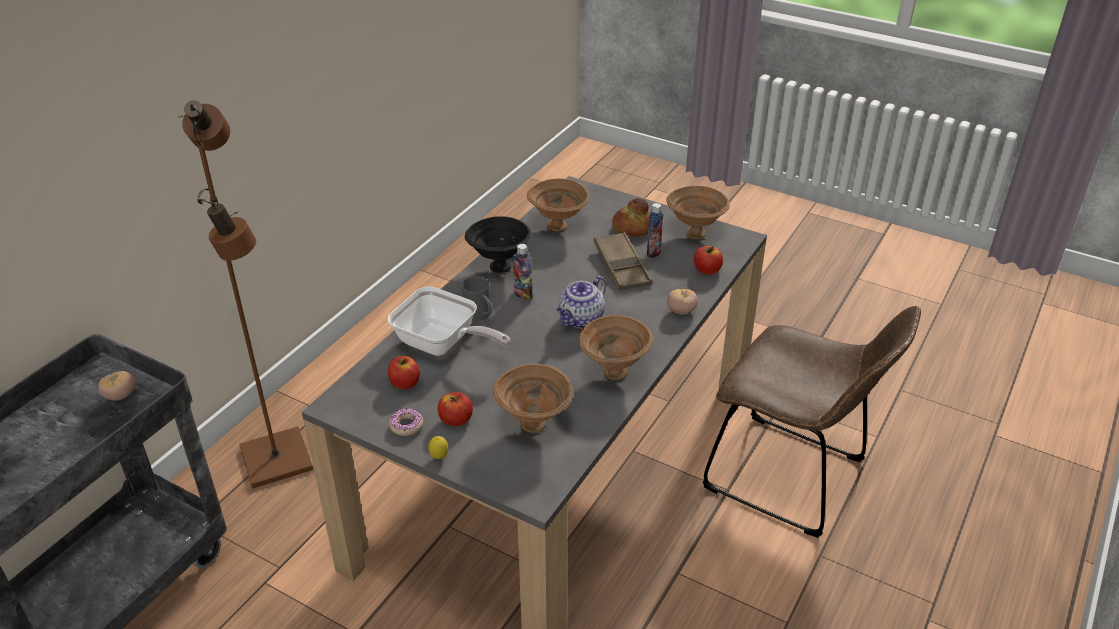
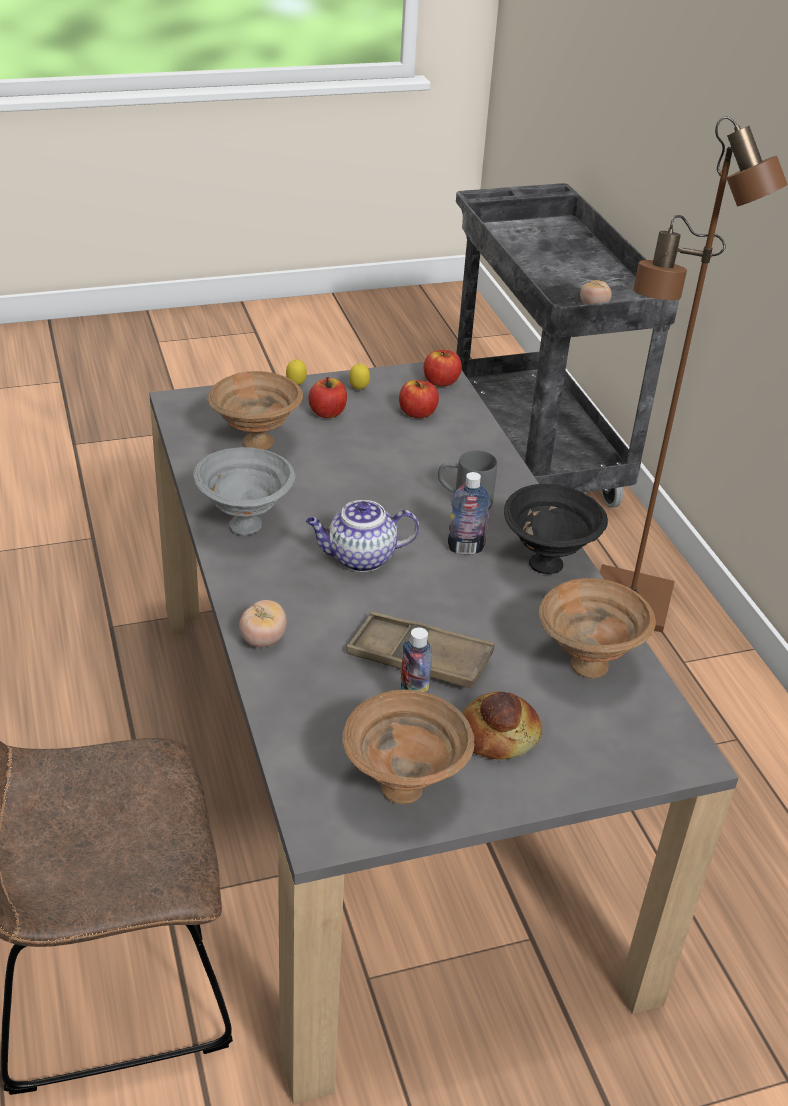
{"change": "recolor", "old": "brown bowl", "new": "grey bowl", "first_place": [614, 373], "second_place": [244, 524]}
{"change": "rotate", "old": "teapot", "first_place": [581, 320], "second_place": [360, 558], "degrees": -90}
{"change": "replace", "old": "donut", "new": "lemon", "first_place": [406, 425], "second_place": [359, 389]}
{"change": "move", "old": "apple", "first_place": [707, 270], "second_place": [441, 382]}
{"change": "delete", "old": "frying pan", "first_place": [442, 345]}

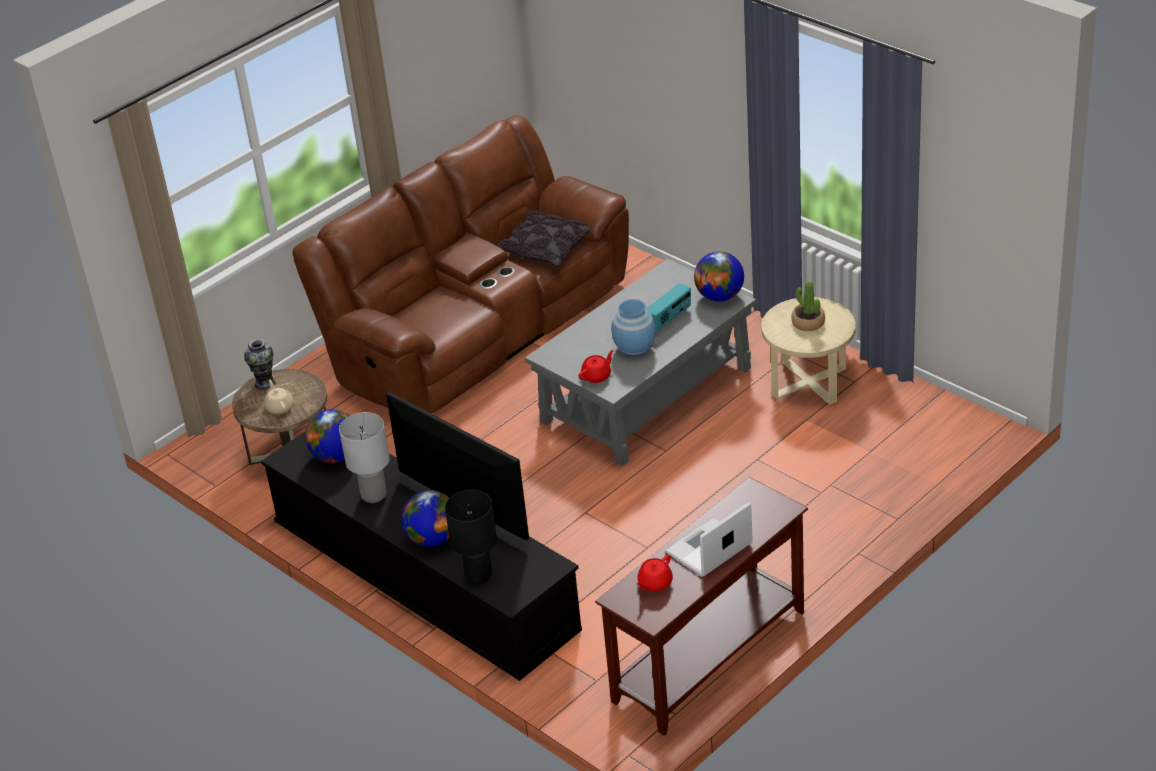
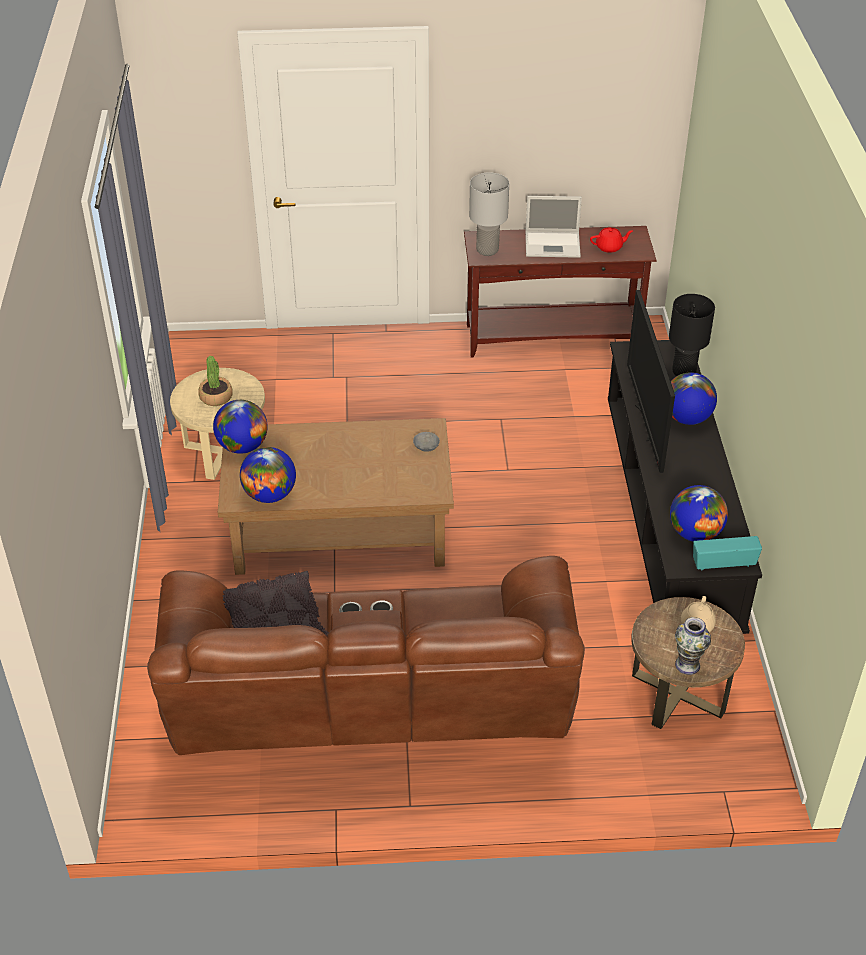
{"change": "recolor", "old": "grey coffee table", "new": "brown coffee table", "first_place": [646, 393], "second_place": [338, 528]}
{"change": "insert", "new": "globe", "second_place": [270, 495]}
{"change": "replace", "old": "red teapot", "new": "grey bowl", "first_place": [597, 376], "second_place": [425, 447]}
{"change": "move", "old": "grey table lamp", "first_place": [374, 497], "second_place": [487, 252]}
{"change": "move", "old": "radio", "first_place": [669, 319], "second_place": [723, 563]}
{"change": "delete", "old": "blue vase", "first_place": [635, 348]}

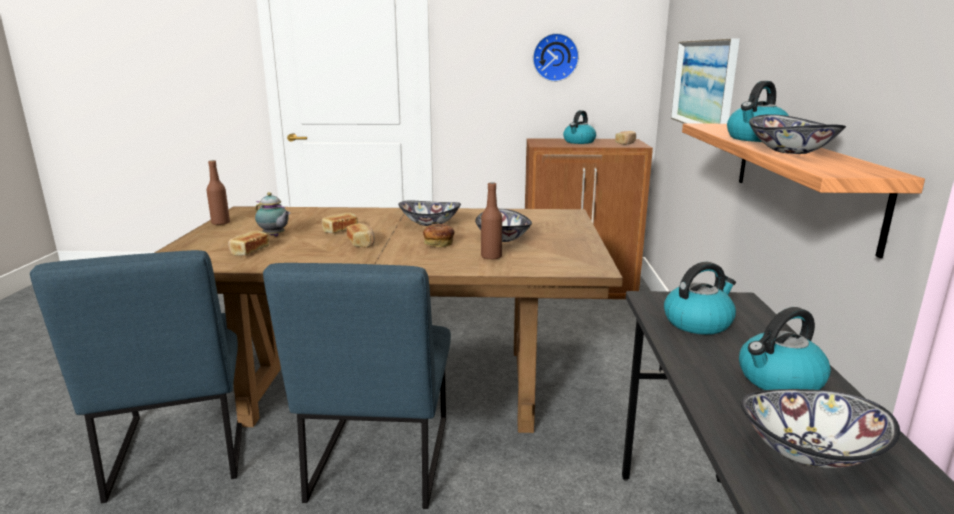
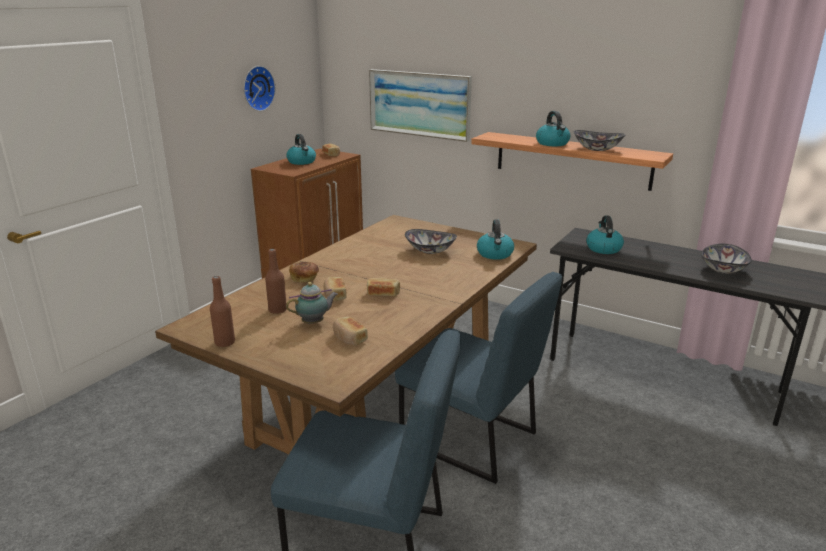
{"change": "move", "old": "brown bottle", "first_place": [491, 257], "second_place": [277, 310]}
{"change": "move", "old": "bread", "first_place": [438, 244], "second_place": [305, 279]}
{"change": "move", "old": "kettle", "first_place": [779, 380], "second_place": [495, 254]}
{"change": "delete", "old": "bowl", "first_place": [430, 223]}

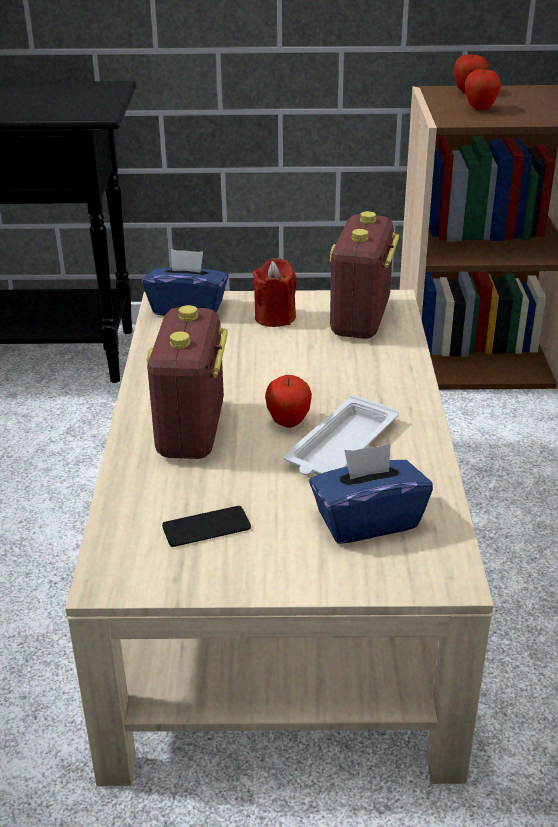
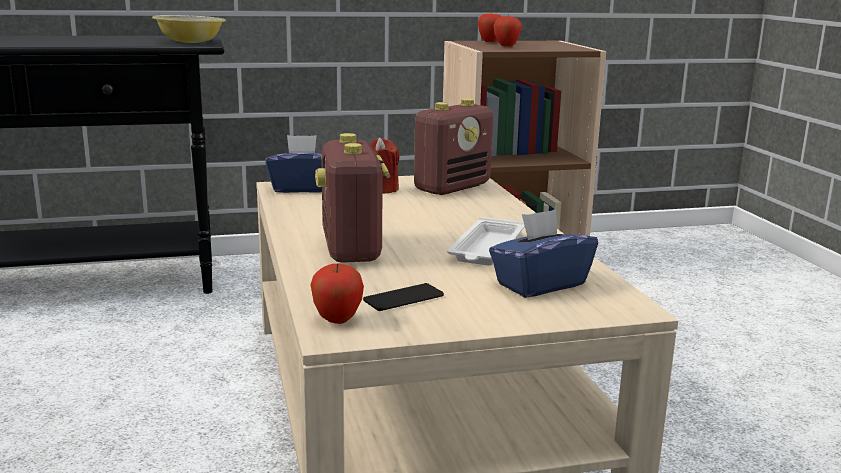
{"change": "insert", "new": "bowl", "second_place": [190, 42]}
{"change": "move", "old": "apple", "first_place": [288, 423], "second_place": [337, 320]}
{"change": "rotate", "old": "radio", "first_place": [360, 320], "second_place": [452, 187], "degrees": -135}

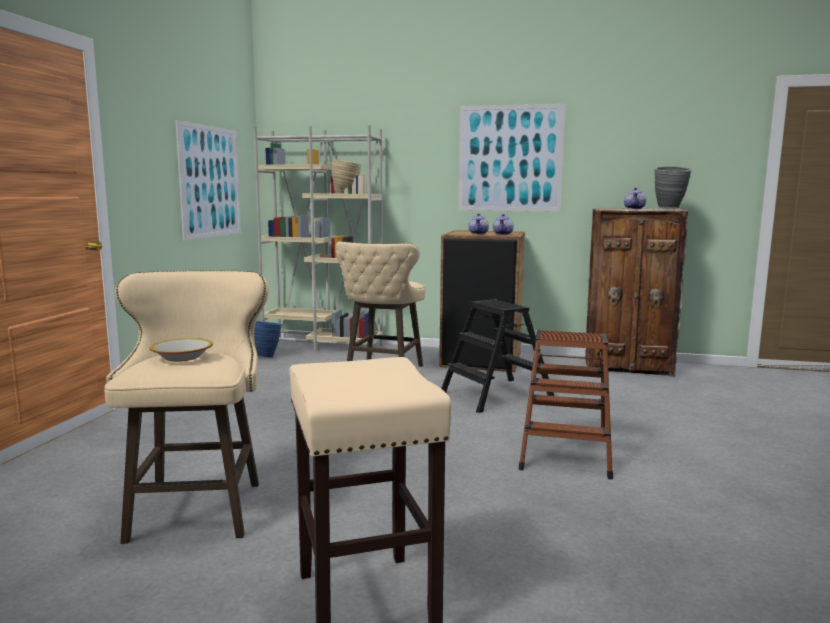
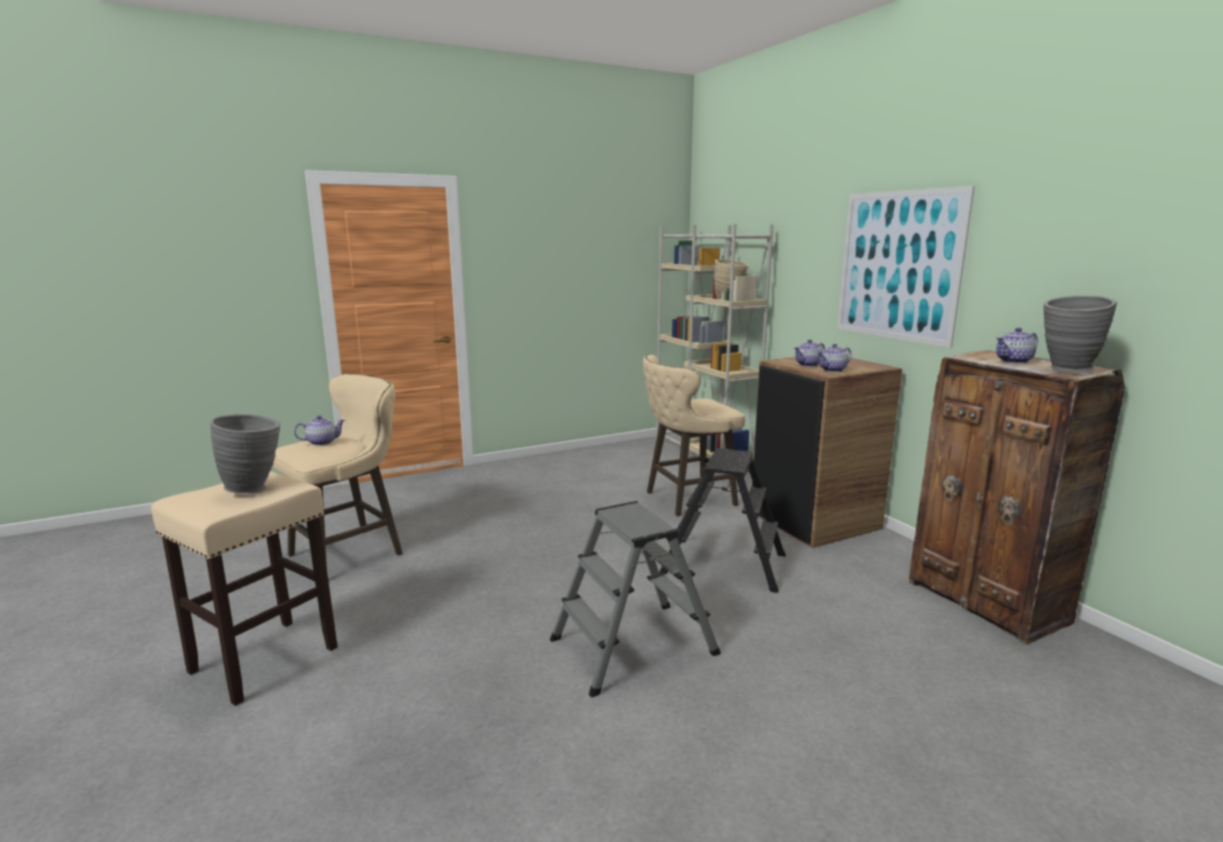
{"change": "insert", "new": "grey vase", "second_place": [256, 489]}
{"change": "replace", "old": "bowl", "new": "teapot", "first_place": [182, 357], "second_place": [322, 442]}
{"change": "recolor", "old": "brown step ladder", "new": "grey step ladder", "first_place": [565, 449], "second_place": [634, 646]}
{"change": "delete", "old": "picture", "first_place": [210, 182]}
{"change": "delete", "old": "blue vase", "first_place": [267, 356]}

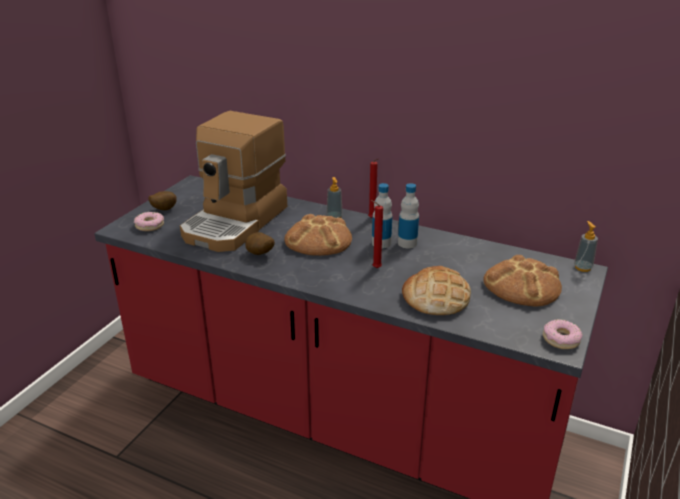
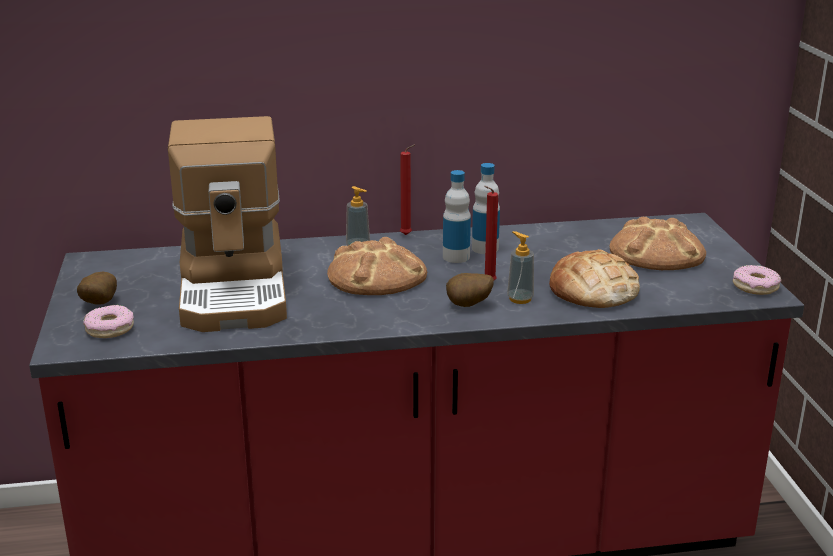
{"change": "move", "old": "potato", "first_place": [259, 254], "second_place": [469, 306]}
{"change": "move", "old": "soap dispenser", "first_place": [582, 267], "second_place": [520, 299]}

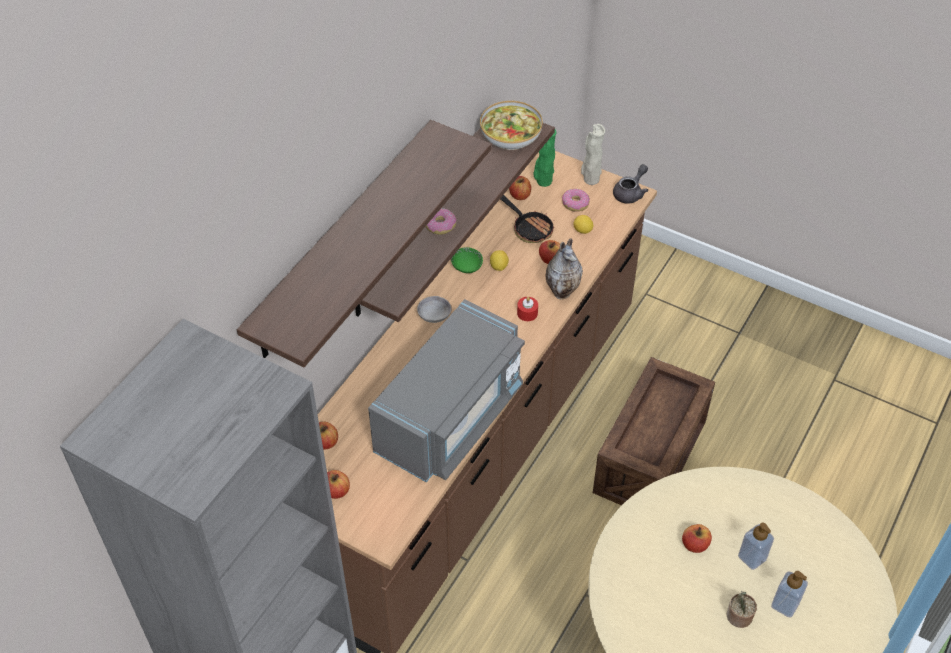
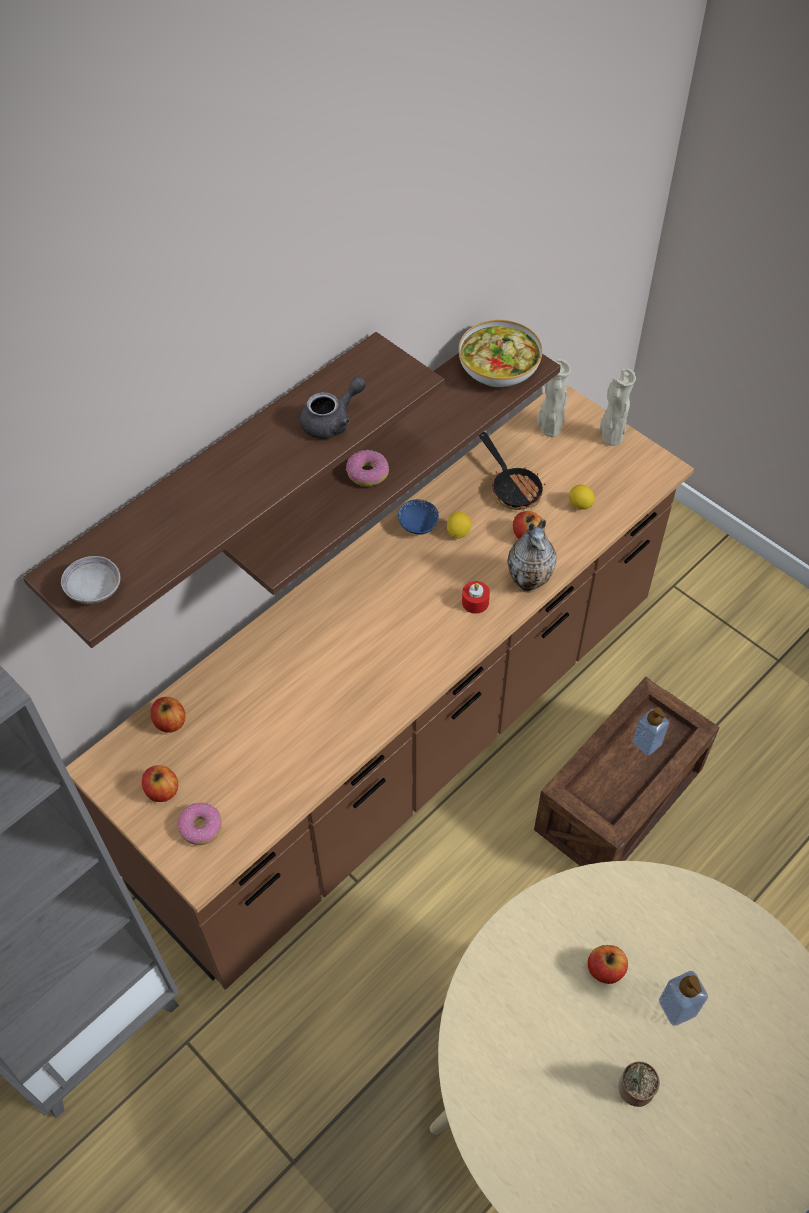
{"change": "move", "old": "grey bowl", "first_place": [434, 316], "second_place": [95, 590]}
{"change": "move", "old": "donut", "first_place": [575, 204], "second_place": [200, 827]}
{"change": "move", "old": "grey teapot", "first_place": [630, 193], "second_place": [332, 421]}
{"change": "recolor", "old": "green bowl", "new": "blue bowl", "first_place": [467, 267], "second_place": [418, 525]}
{"change": "recolor", "old": "green vase", "new": "beige vase", "first_place": [543, 182], "second_place": [549, 430]}
{"change": "move", "old": "soap dispenser", "first_place": [785, 605], "second_place": [647, 743]}
{"change": "delete", "old": "grey microwave", "first_place": [450, 417]}
{"change": "delete", "old": "apple", "first_place": [519, 195]}

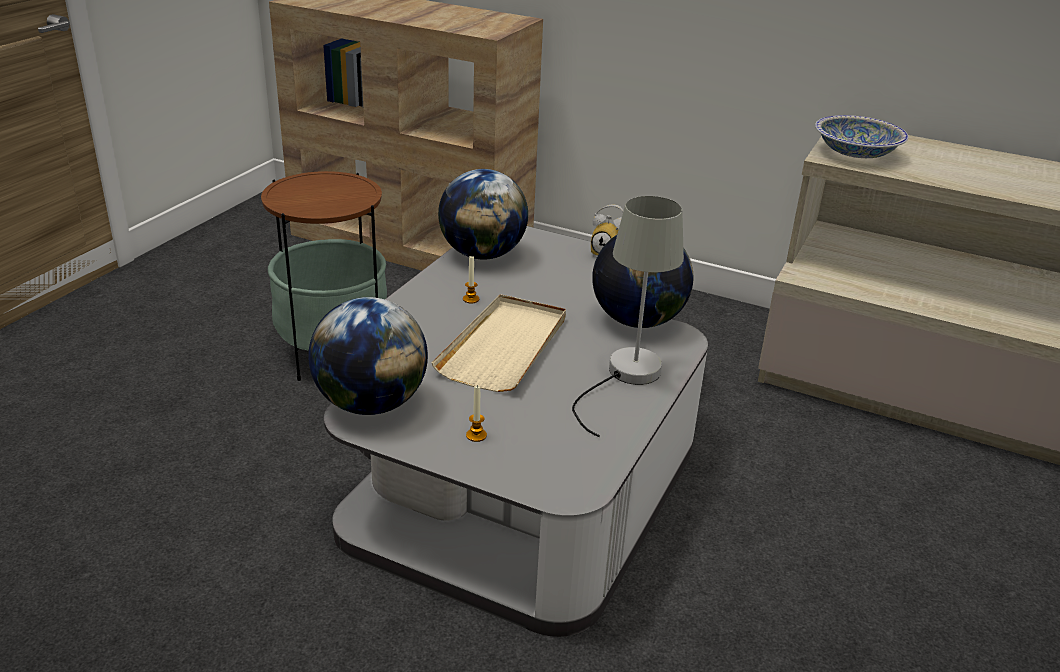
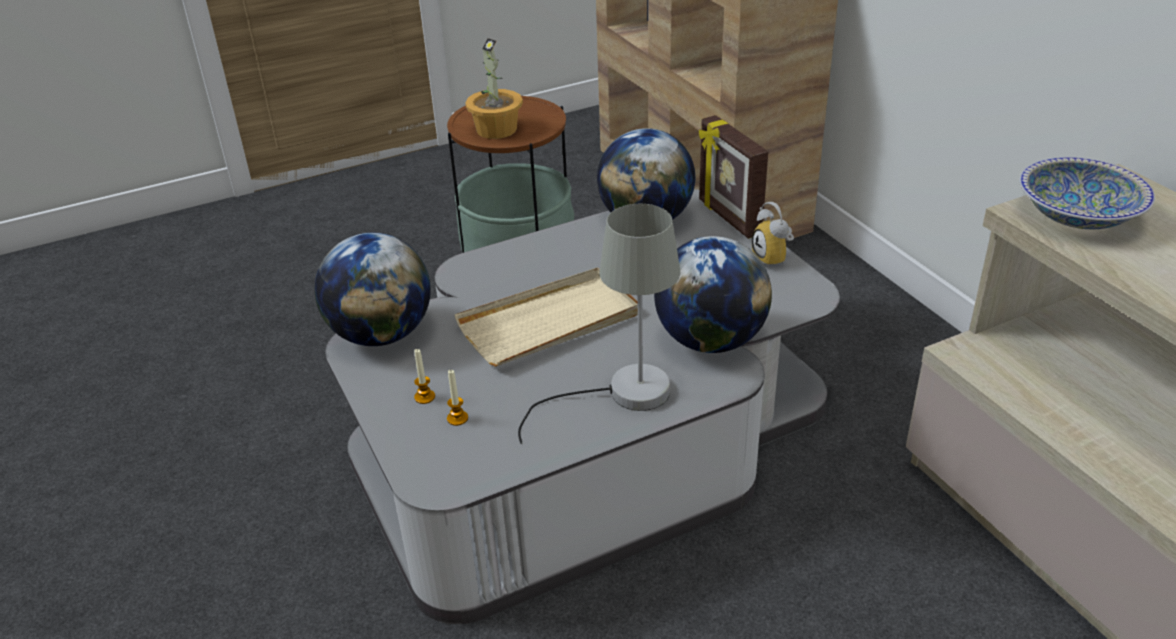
{"change": "move", "old": "candle", "first_place": [471, 299], "second_place": [457, 418]}
{"change": "insert", "new": "potted plant", "second_place": [497, 129]}
{"change": "insert", "new": "picture frame", "second_place": [728, 218]}

